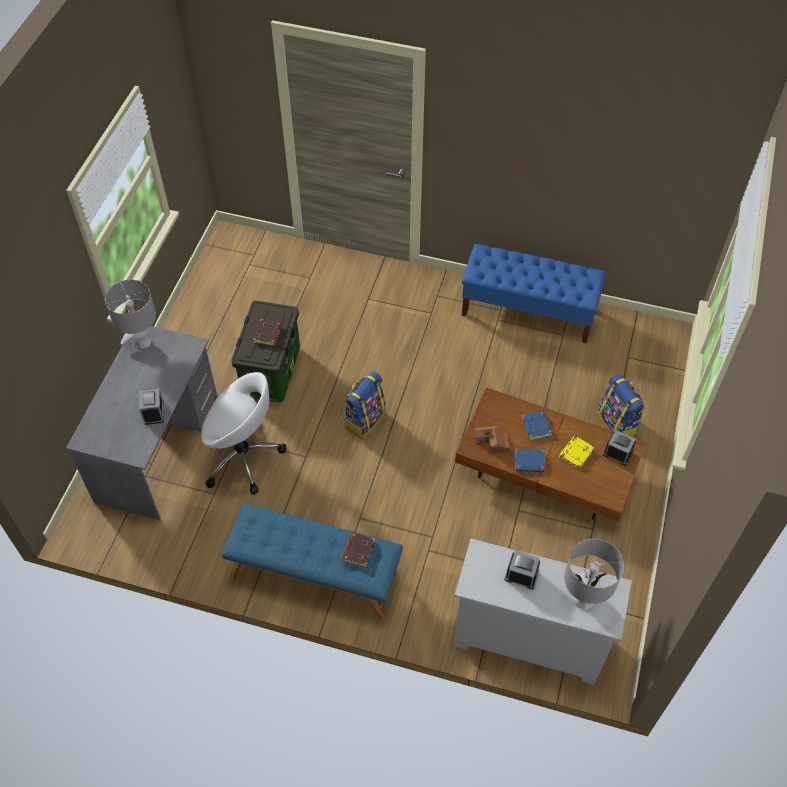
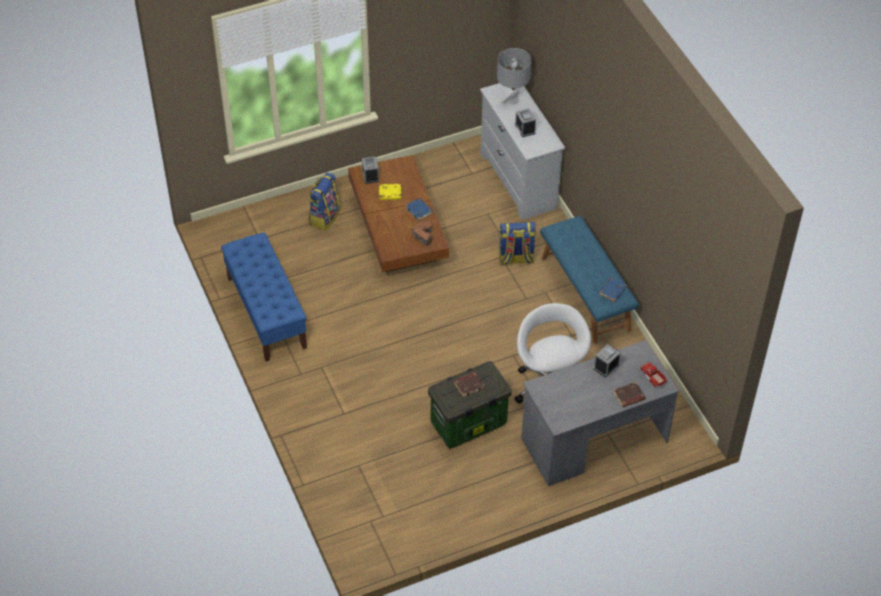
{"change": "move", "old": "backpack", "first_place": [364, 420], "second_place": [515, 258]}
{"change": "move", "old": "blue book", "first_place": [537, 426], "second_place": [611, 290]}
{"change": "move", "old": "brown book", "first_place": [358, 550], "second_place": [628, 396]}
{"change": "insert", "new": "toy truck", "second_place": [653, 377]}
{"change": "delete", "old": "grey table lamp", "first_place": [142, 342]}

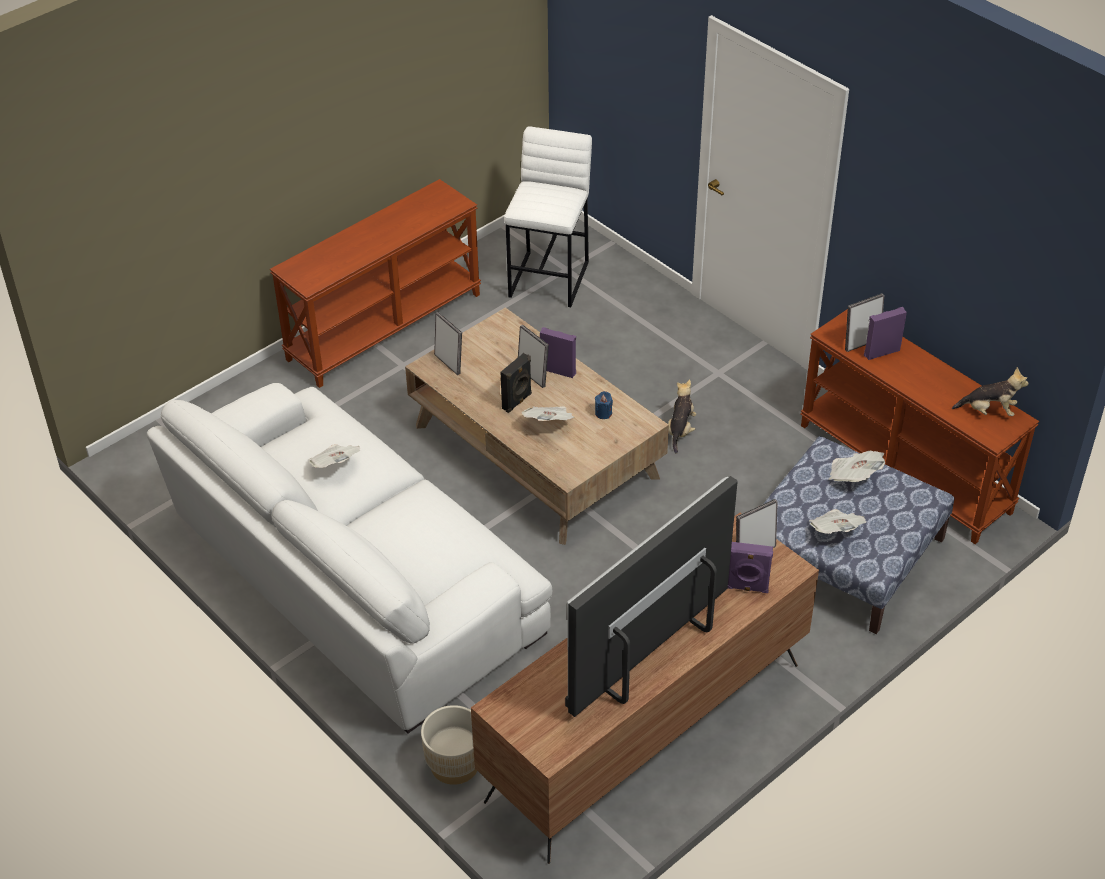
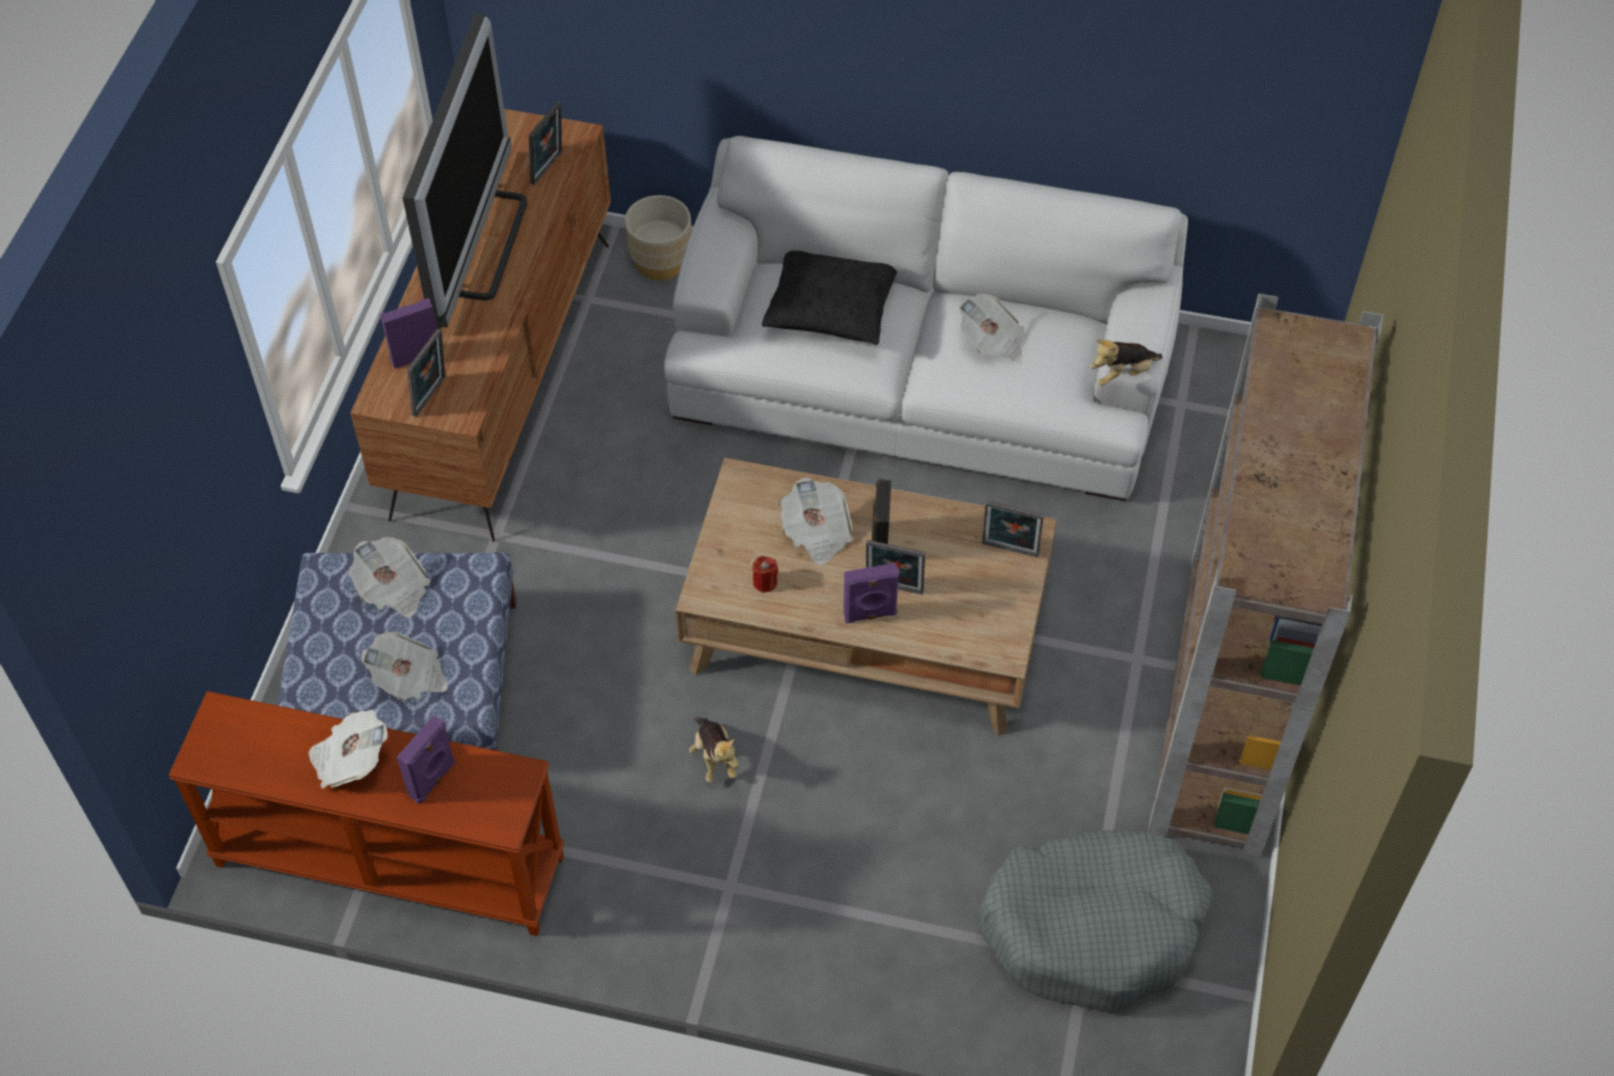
{"change": "insert", "new": "newspaper", "second_place": [350, 760]}
{"change": "move", "old": "picture frame", "first_place": [861, 343], "second_place": [549, 169]}
{"change": "recolor", "old": "blue candle", "new": "red candle", "first_place": [603, 413], "second_place": [765, 582]}
{"change": "insert", "new": "black pillow", "second_place": [831, 310]}
{"change": "replace", "old": "white stool", "new": "grey dog bed", "first_place": [549, 278], "second_place": [1093, 927]}
{"change": "move", "old": "plush toy", "first_place": [989, 411], "second_place": [1122, 374]}
{"change": "replace", "old": "brown console table", "new": "brown bookcase", "first_place": [384, 326], "second_place": [1223, 705]}

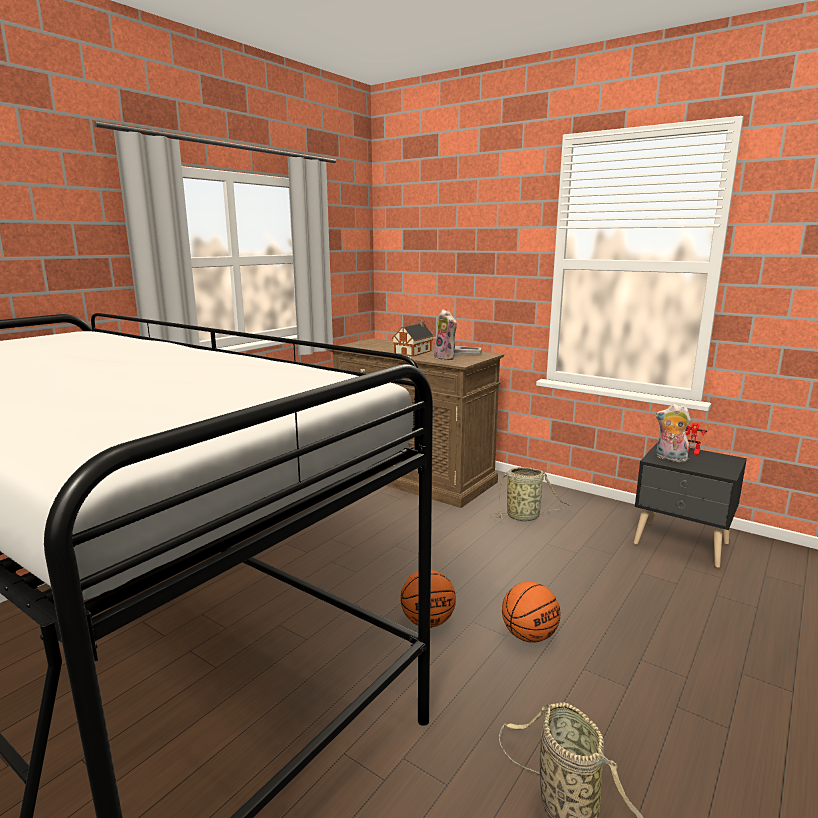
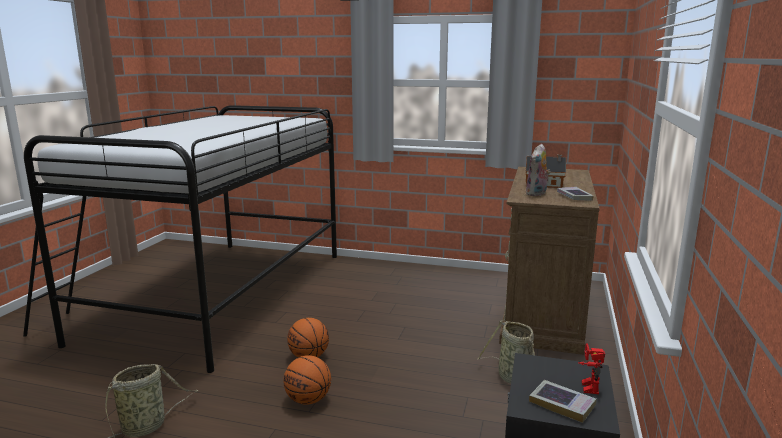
{"change": "insert", "new": "book", "second_place": [562, 404]}
{"change": "delete", "old": "plush toy", "first_place": [669, 458]}

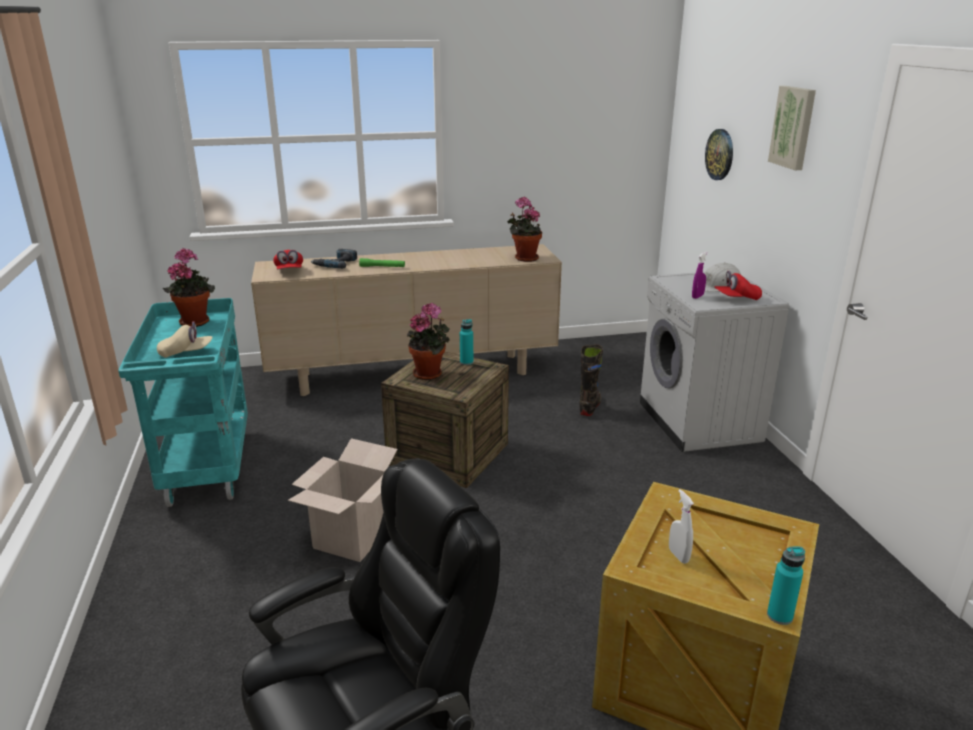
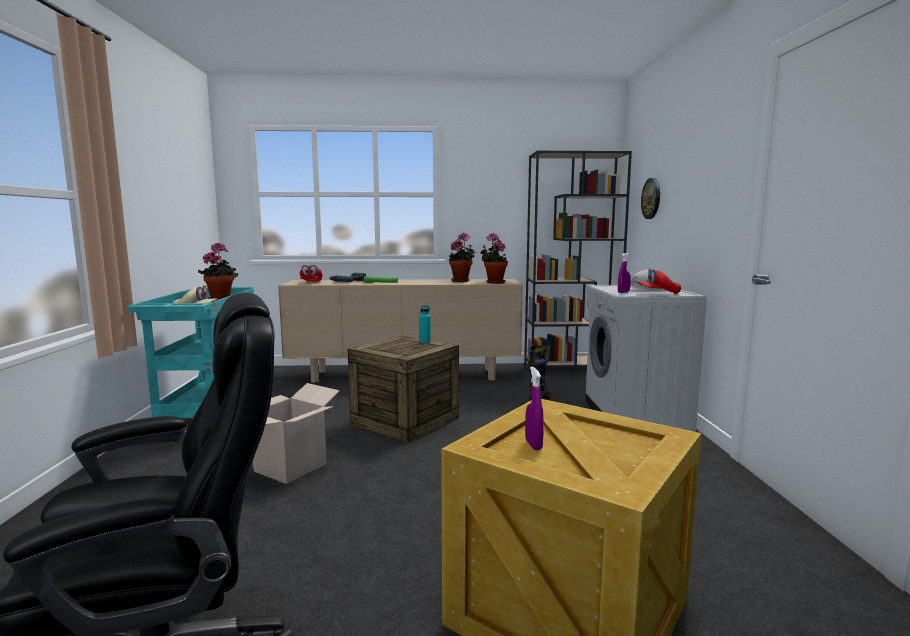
{"change": "move", "old": "potted plant", "first_place": [430, 374], "second_place": [462, 281]}
{"change": "insert", "new": "bookcase", "second_place": [570, 368]}
{"change": "recolor", "old": "white spray bottle", "new": "purple spray bottle", "first_place": [678, 556], "second_place": [533, 445]}
{"change": "delete", "old": "turquoise bottle", "first_place": [779, 616]}
{"change": "delete", "old": "picture", "first_place": [793, 127]}

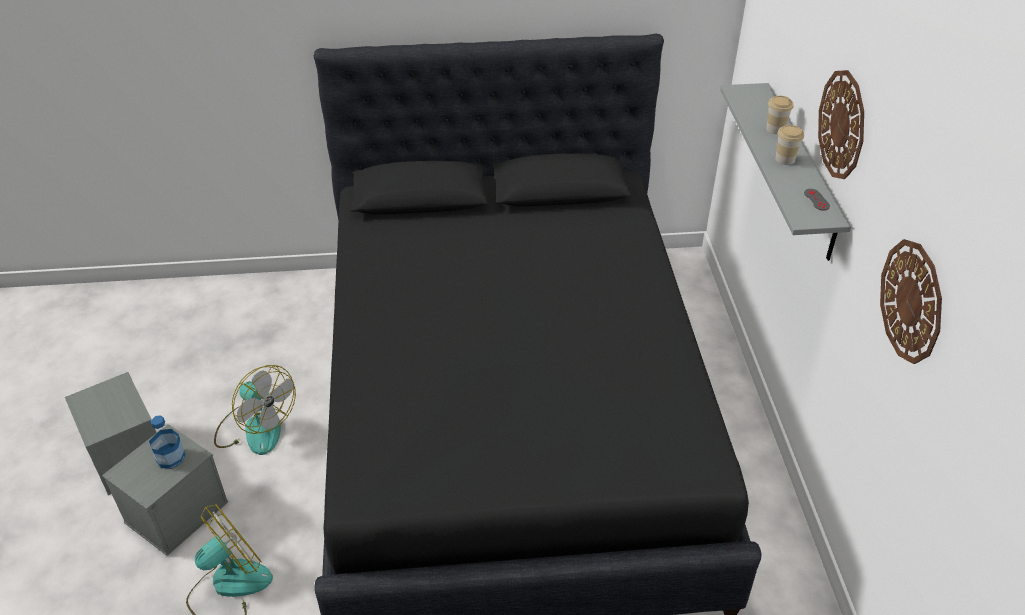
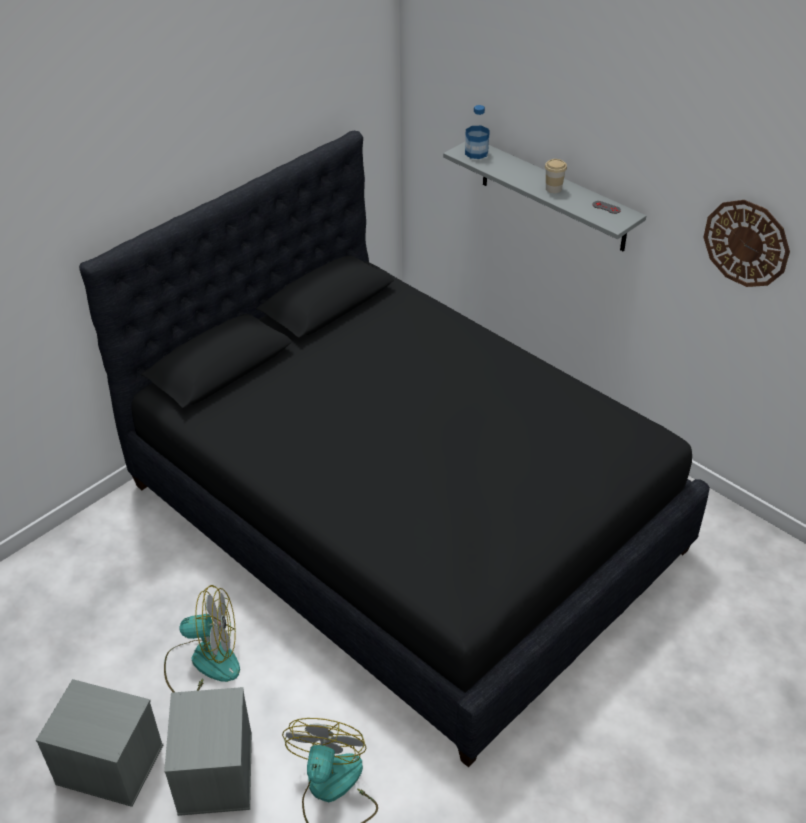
{"change": "move", "old": "bottle", "first_place": [170, 457], "second_place": [476, 153]}
{"change": "delete", "old": "cup", "first_place": [775, 129]}
{"change": "delete", "old": "wall clock", "first_place": [842, 124]}

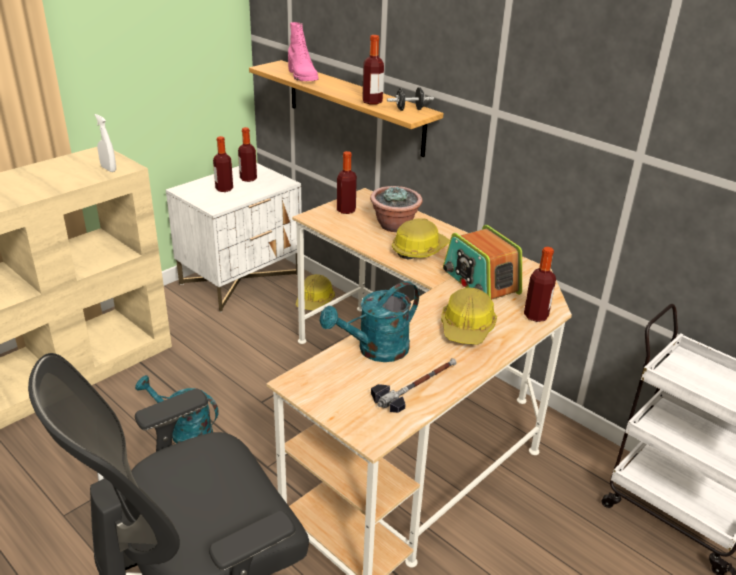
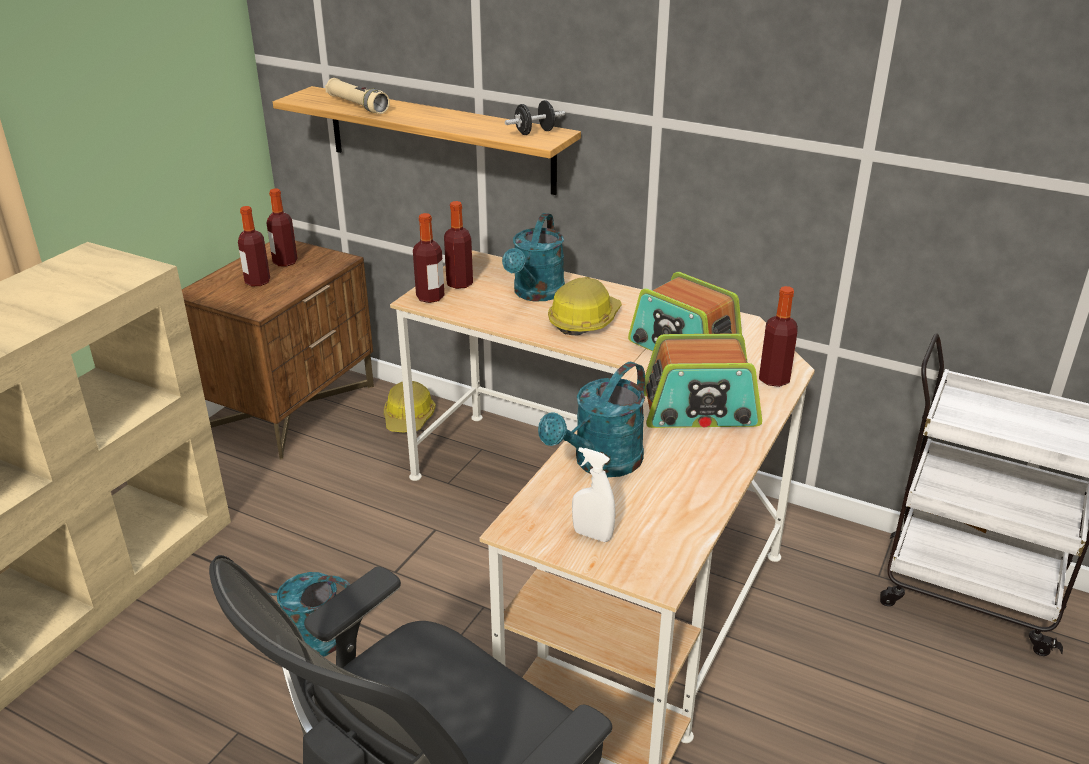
{"change": "recolor", "old": "white nightstand", "new": "brown nightstand", "first_place": [241, 279], "second_place": [291, 407]}
{"change": "replace", "old": "pink boot", "new": "beige flashlight", "first_place": [301, 77], "second_place": [358, 106]}
{"change": "move", "old": "bottle", "first_place": [372, 102], "second_place": [430, 297]}
{"change": "replace", "old": "potted plant", "new": "turquoise watering can", "first_place": [394, 226], "second_place": [536, 294]}
{"change": "move", "old": "white spray bottle", "first_place": [108, 169], "second_place": [592, 535]}
{"change": "replace", "old": "hard hat", "new": "radio", "first_place": [467, 328], "second_place": [699, 411]}
{"change": "delete", "old": "hammer", "first_place": [416, 386]}

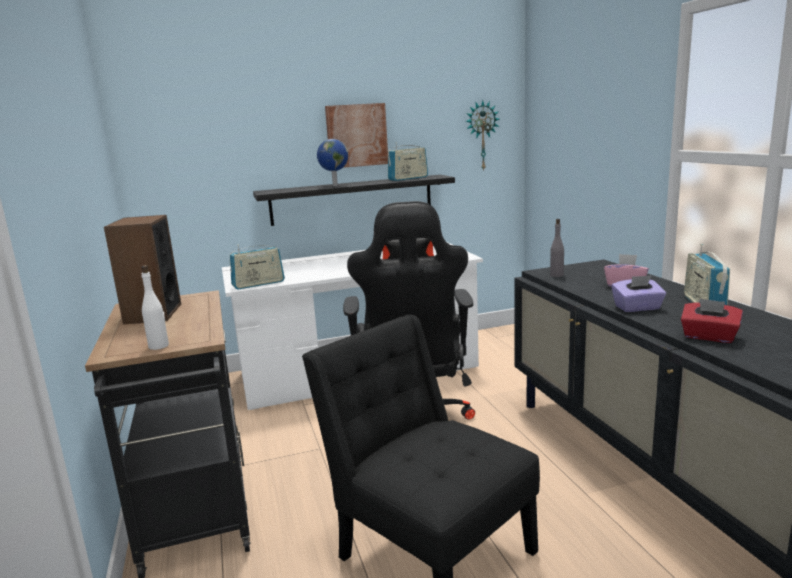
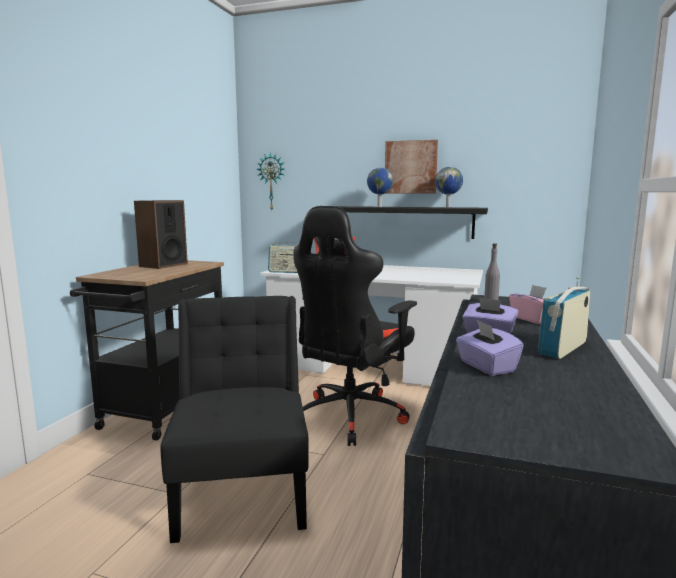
{"change": "move", "old": "wall clock", "first_place": [481, 136], "second_place": [272, 182]}
{"change": "replace", "old": "radio", "new": "globe", "first_place": [408, 178], "second_place": [448, 207]}
{"change": "recolor", "old": "red tissue box", "new": "purple tissue box", "first_place": [709, 337], "second_place": [486, 367]}
{"change": "delete", "old": "white bottle", "first_place": [159, 346]}

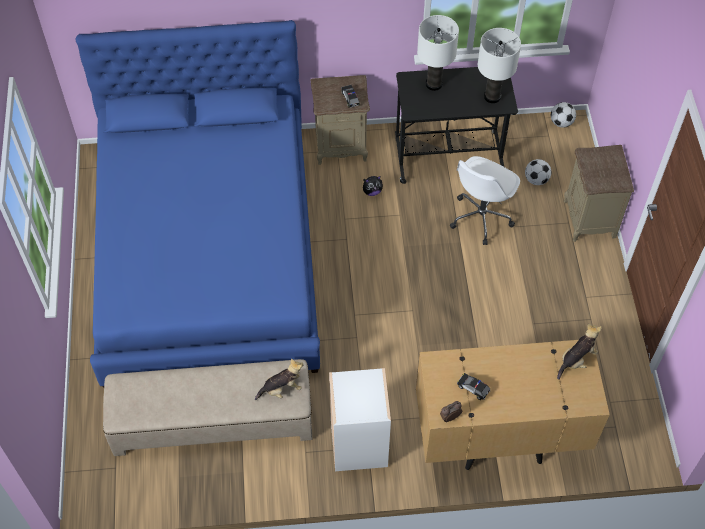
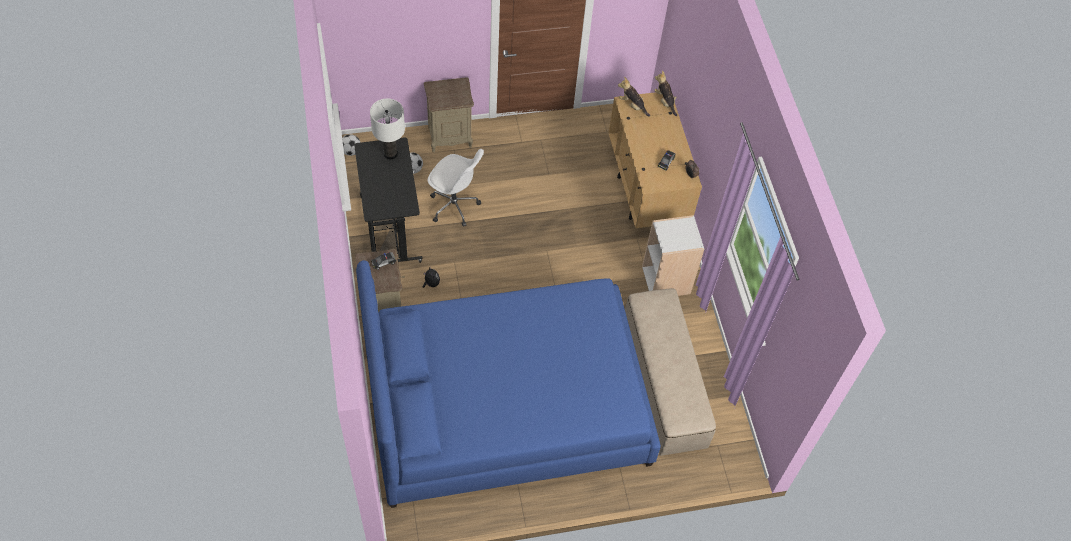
{"change": "move", "old": "plush toy", "first_place": [282, 389], "second_place": [665, 101]}
{"change": "delete", "old": "white table lamp", "first_place": [433, 84]}

